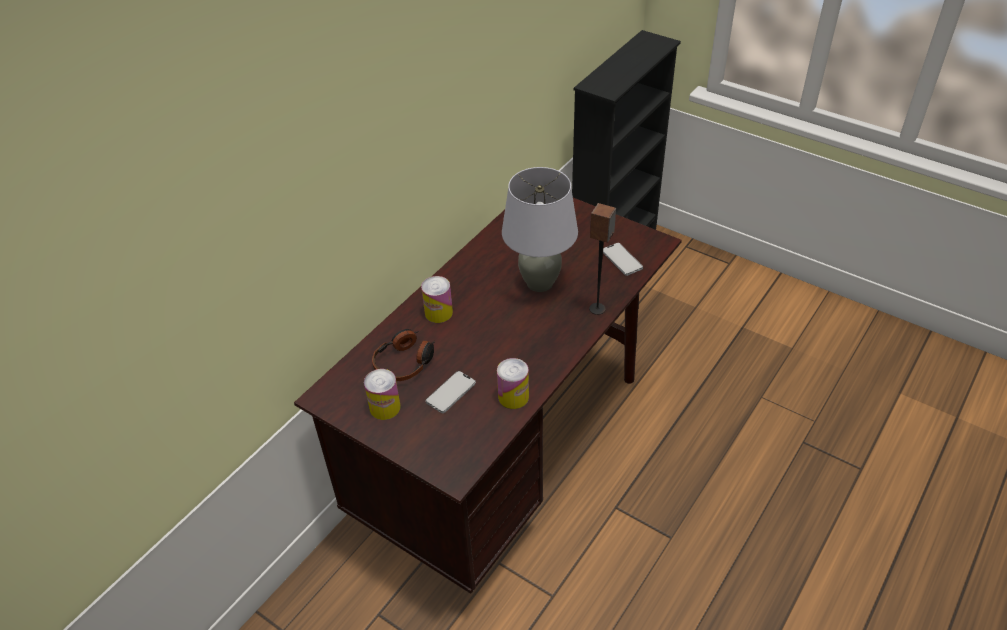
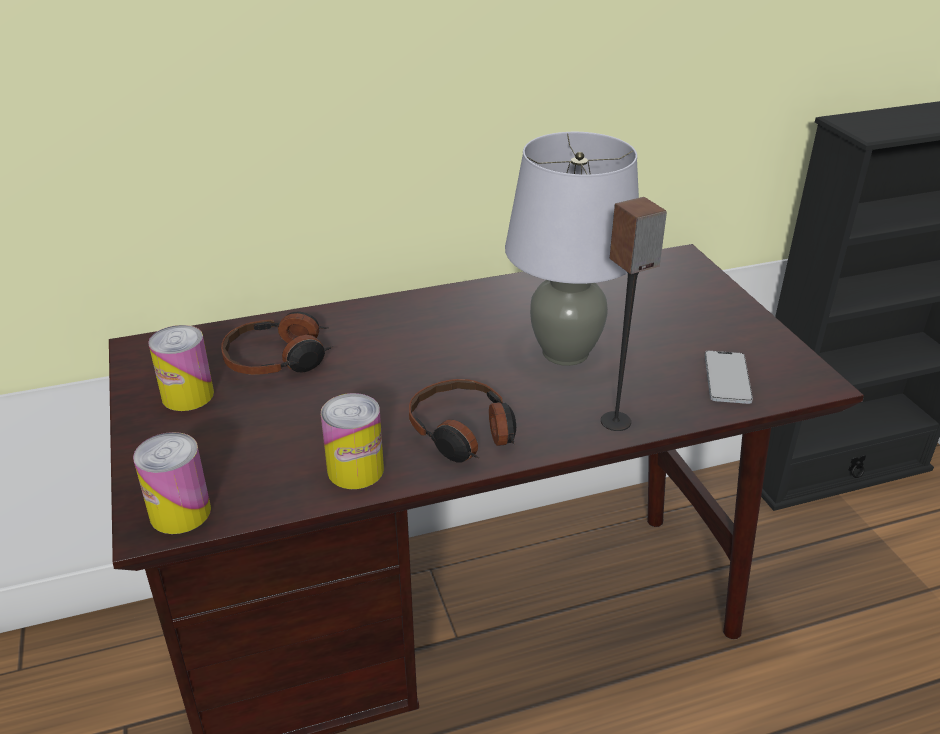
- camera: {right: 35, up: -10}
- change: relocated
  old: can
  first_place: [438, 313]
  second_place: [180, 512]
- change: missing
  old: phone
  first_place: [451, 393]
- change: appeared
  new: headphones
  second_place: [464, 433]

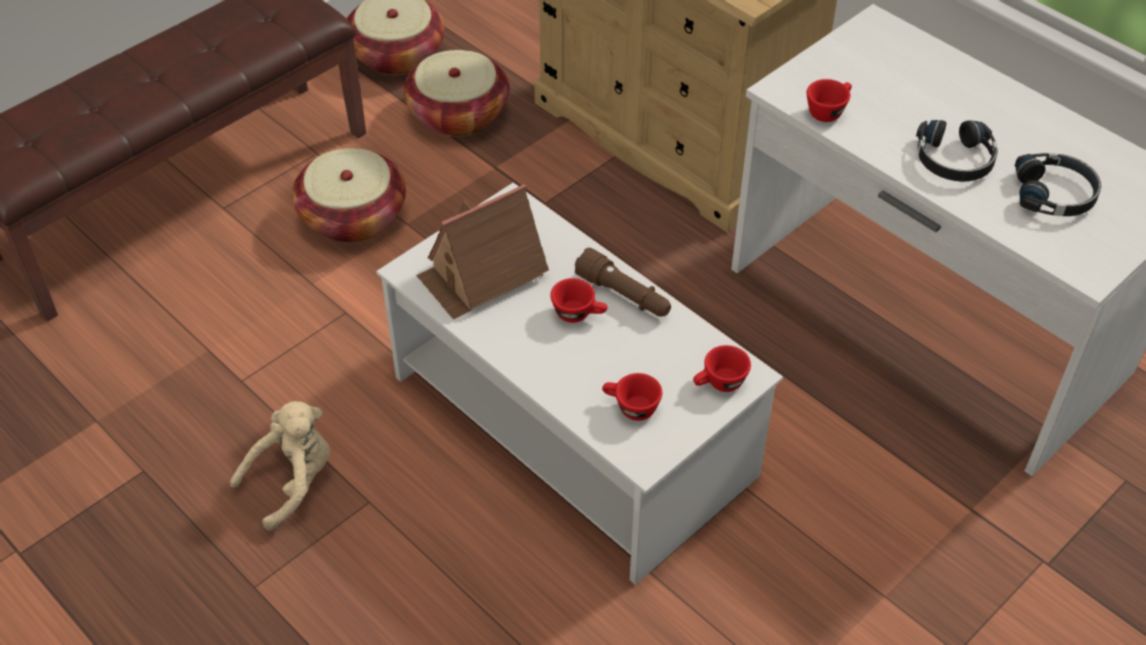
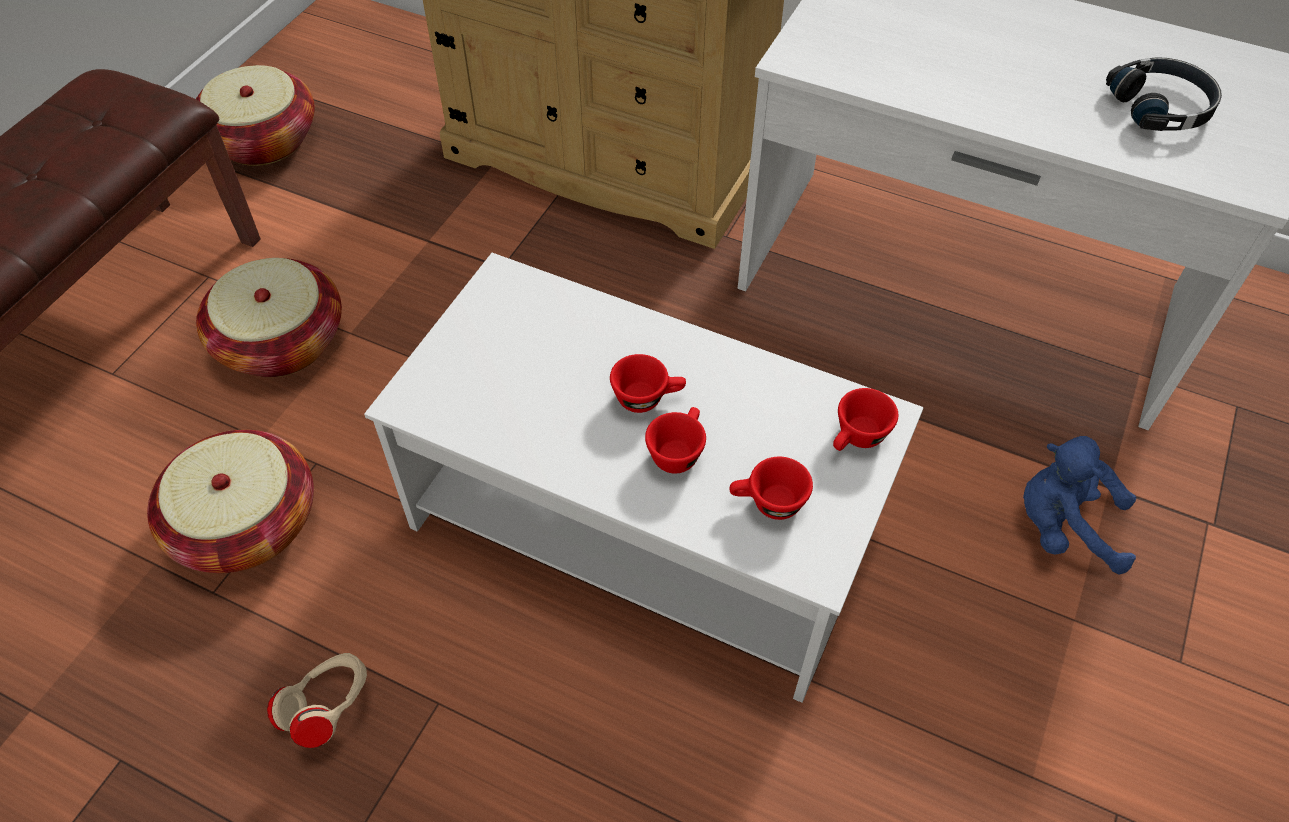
- camera: {right: -20, up: 5}
- change: relocated
  old: basket
  first_place: [458, 114]
  second_place: [246, 524]
- change: relocated
  old: red cup
  first_place: [828, 110]
  second_place: [677, 451]
- change: missing
  old: black headphones
  first_place: [954, 160]
- change: missing
  old: toy house
  first_place: [482, 274]
- change: missing
  old: brown flashlight
  first_place: [624, 295]
- change: exchanged
  old: beige plush toy
  new: beige headphones
  first_place: [293, 482]
  second_place: [330, 708]
- change: appeared
  new: blue plush toy
  second_place: [1064, 527]

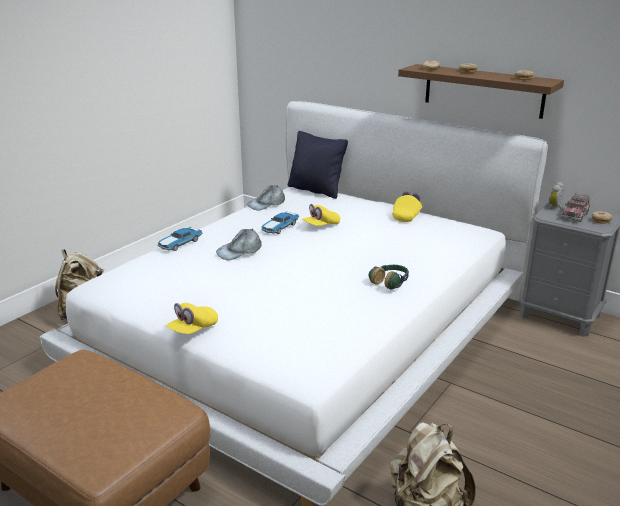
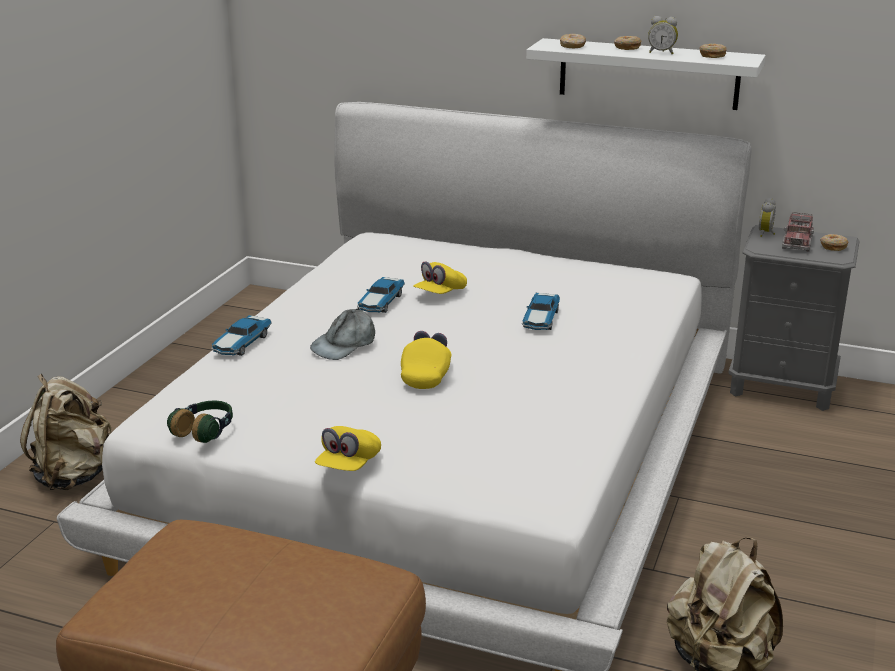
- camera: {right: -15, up: 0}
- change: colour
  old: brown shelf
  new: white shelf
  first_place: [483, 90]
  second_place: [648, 74]
- change: missing
  old: black pillow
  first_place: [316, 190]
- change: missing
  old: grey cap
  first_place: [267, 203]
- change: relocated
  old: yellow cap
  first_place: [407, 216]
  second_place: [426, 375]
- change: relocated
  old: headphones
  first_place: [390, 282]
  second_place: [205, 431]
- change: appeared
  new: alarm clock
  second_place: [662, 52]
- change: appeared
  new: toy car
  second_place: [540, 319]

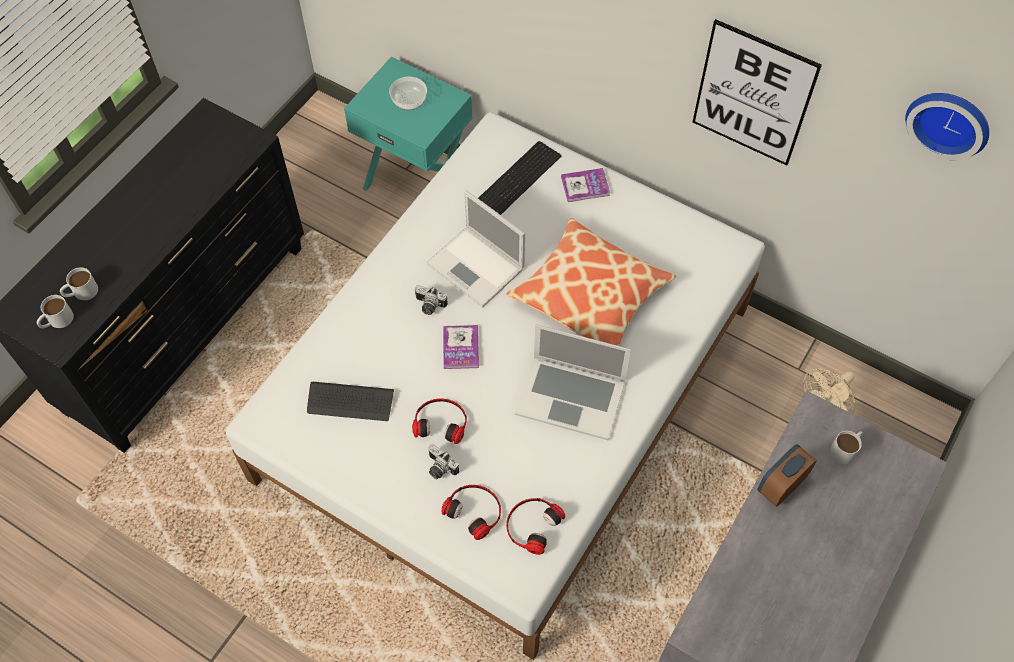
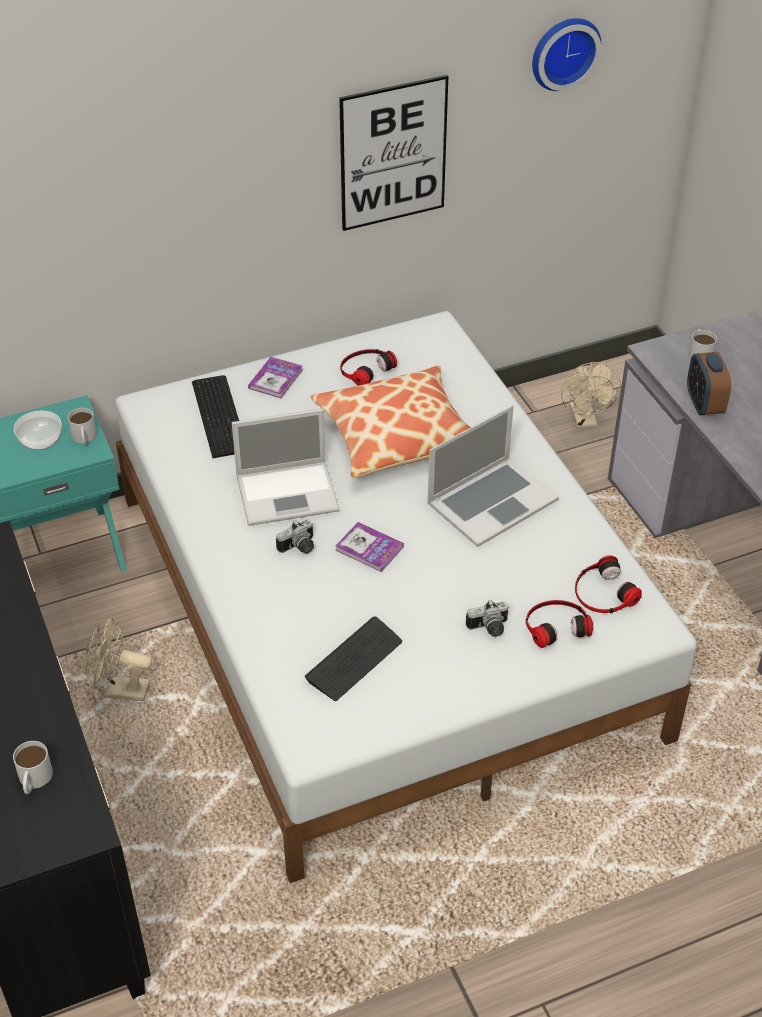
- camera: {right: -55, up: -15}
- change: relocated
  old: white mug
  first_place: [56, 321]
  second_place: [84, 438]
- change: relocated
  old: headphones
  first_place: [441, 422]
  second_place: [365, 369]
- change: appeared
  new: beige fan
  second_place: [119, 691]

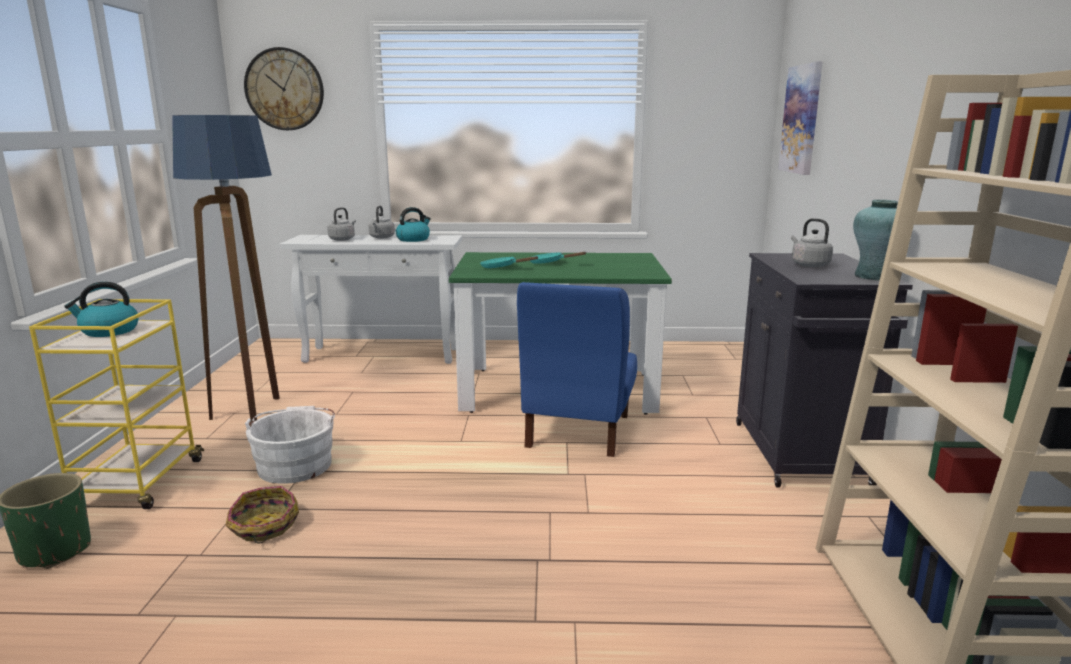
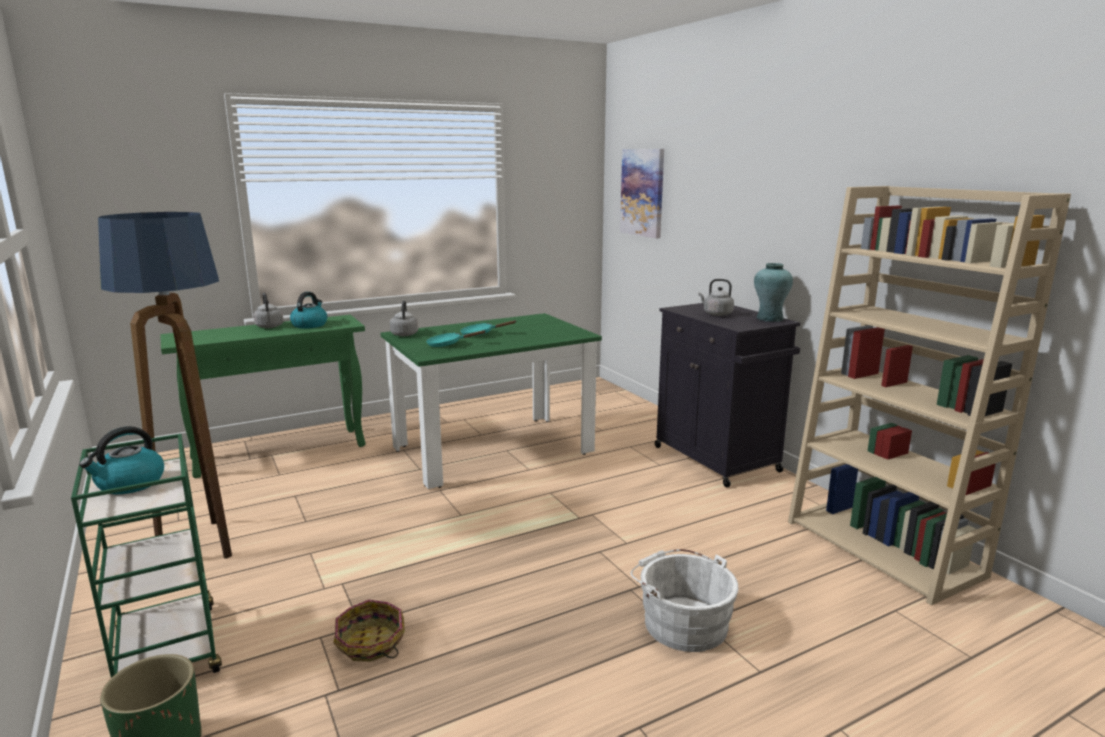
- camera: {right: -30, up: 0}
- change: missing
  old: wall clock
  first_place: [284, 89]
- change: relocated
  old: grey kettle
  first_place: [343, 239]
  second_place: [404, 334]
- change: colour
  old: white console table
  new: green console table
  first_place: [383, 355]
  second_place: [281, 452]
- change: missing
  old: blue chair
  first_place: [577, 431]
- change: colour
  old: yellow cart
  new: green cart
  first_place: [139, 484]
  second_place: [169, 653]
- change: relocated
  old: white bucket
  first_place: [296, 464]
  second_place: [681, 622]

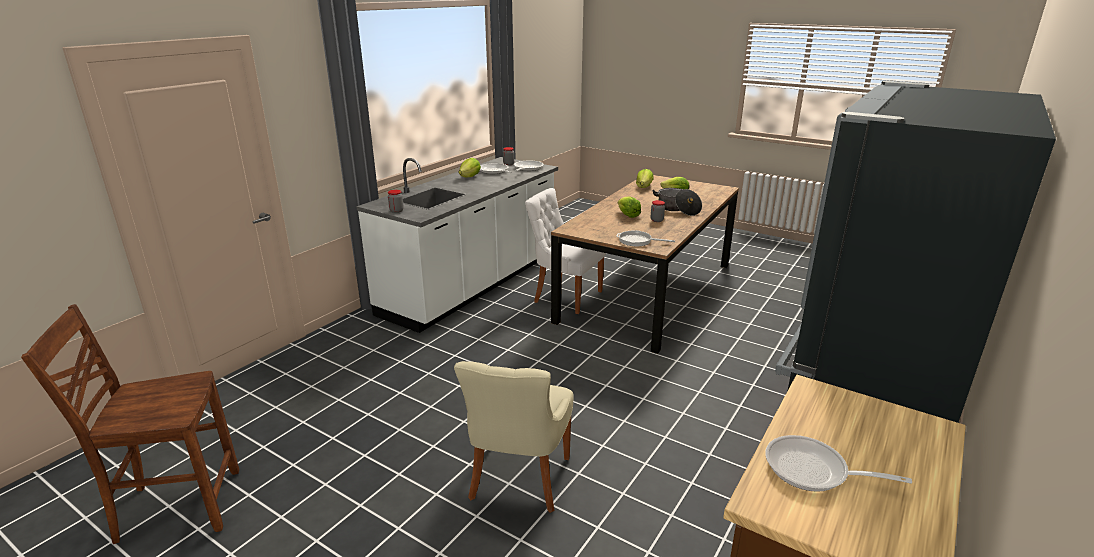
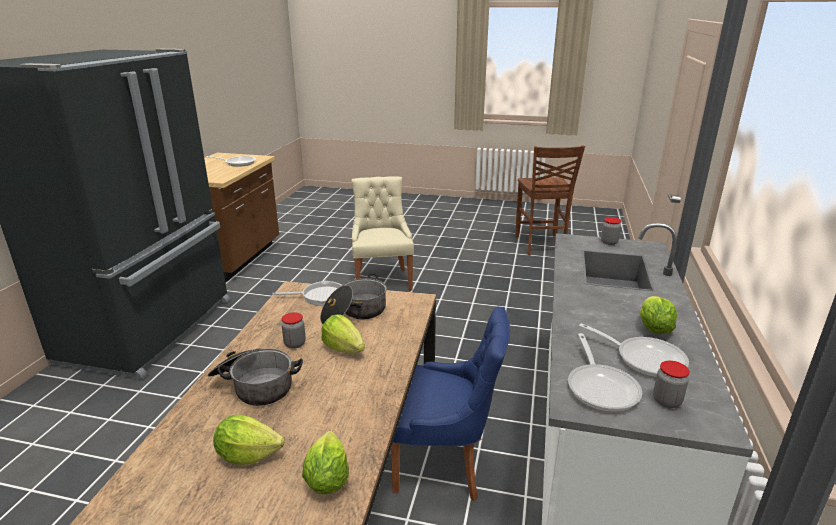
- camera: {right: 160, up: 0}
- change: colour
  old: white chair
  new: blue chair
  first_place: [565, 296]
  second_place: [444, 463]
- change: spun
  old: brown chair
  first_place: [177, 506]
  second_place: [540, 245]
  degrees: 120
- change: appeared
  new: cooking pot
  second_place: [354, 313]

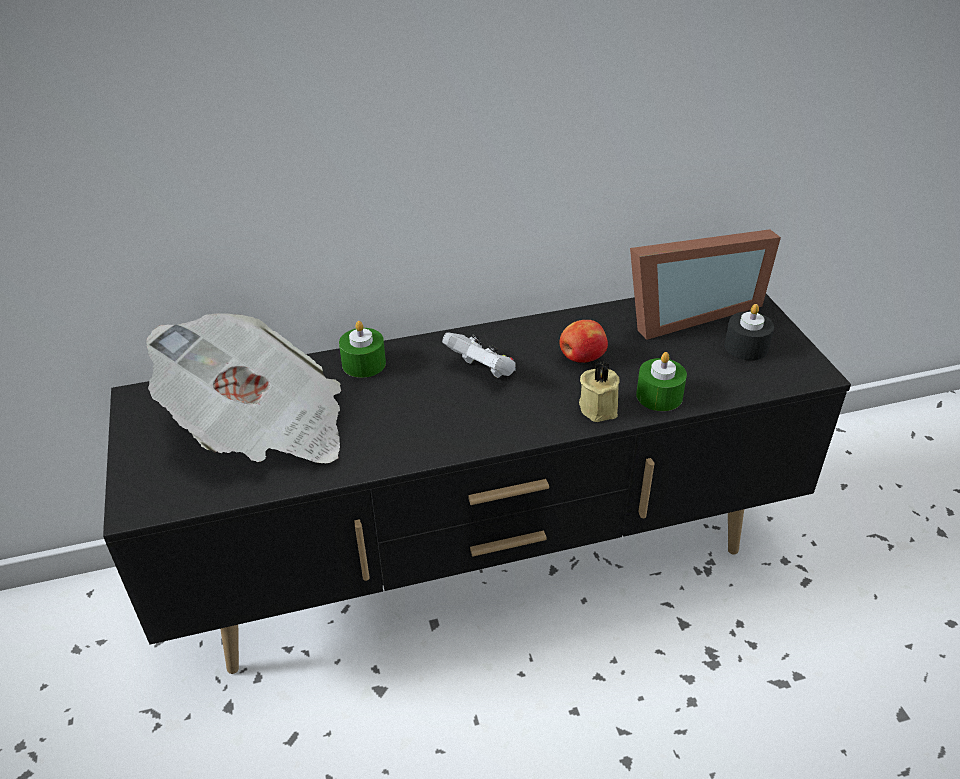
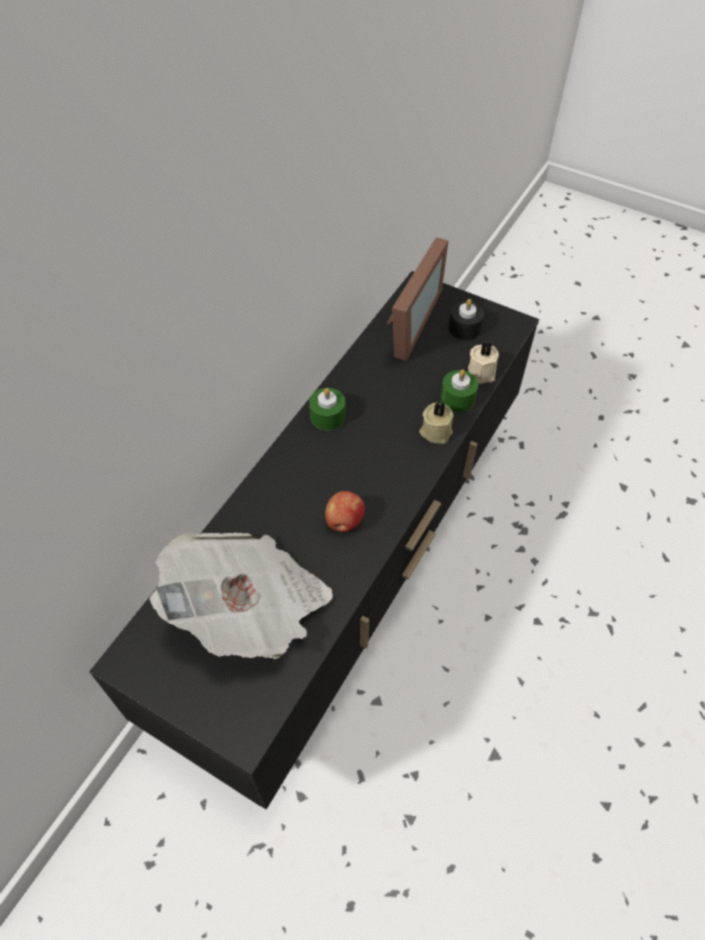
- camera: {right: -45, up: 15}
- change: relocated
  old: apple
  first_place: [581, 358]
  second_place: [344, 522]
- change: relocated
  old: green candle
  first_place: [364, 363]
  second_place: [327, 416]
- change: missing
  old: white game controller
  first_place: [482, 371]
- change: appeared
  new: beige candle
  second_place: [482, 372]

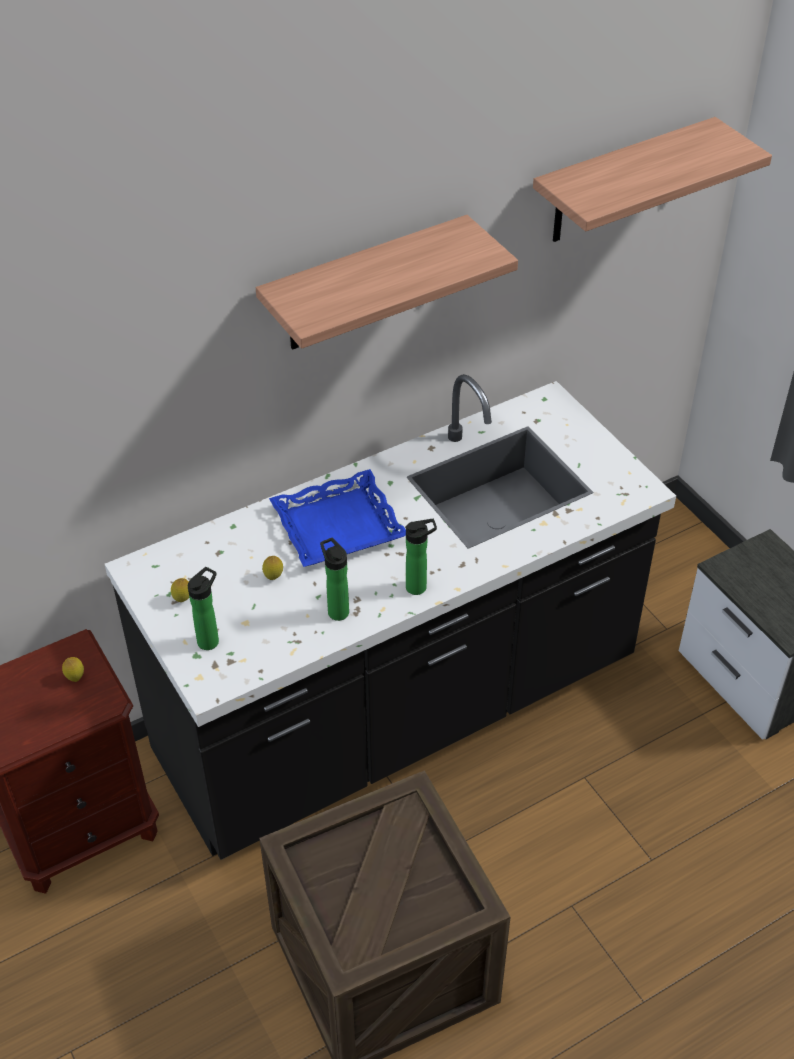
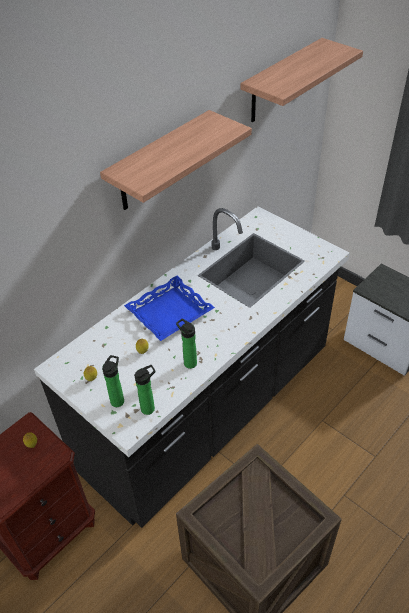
- camera: {right: -15, up: 0}
- change: relocated
  old: bottle
  first_place: [419, 586]
  second_place: [150, 408]

